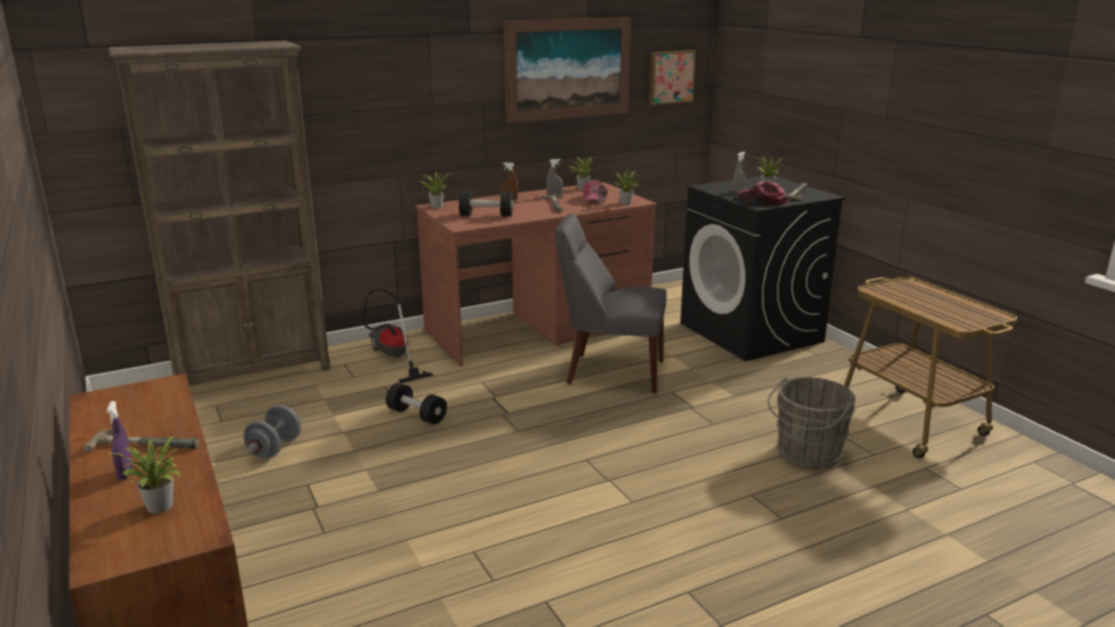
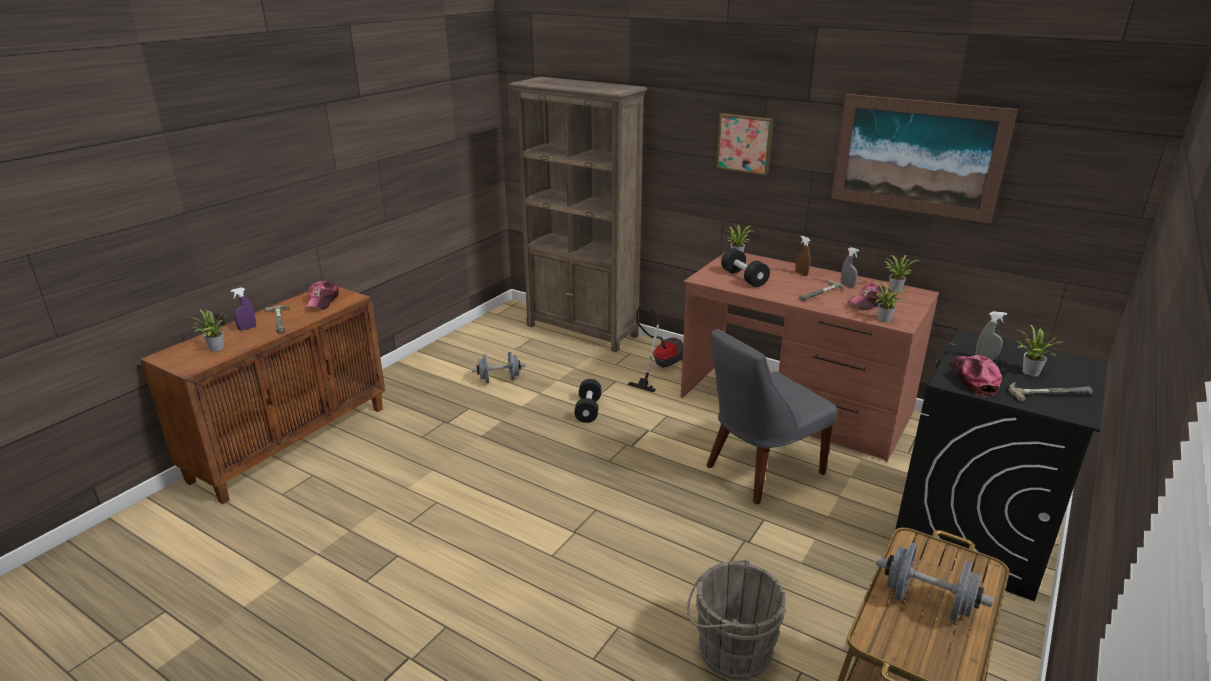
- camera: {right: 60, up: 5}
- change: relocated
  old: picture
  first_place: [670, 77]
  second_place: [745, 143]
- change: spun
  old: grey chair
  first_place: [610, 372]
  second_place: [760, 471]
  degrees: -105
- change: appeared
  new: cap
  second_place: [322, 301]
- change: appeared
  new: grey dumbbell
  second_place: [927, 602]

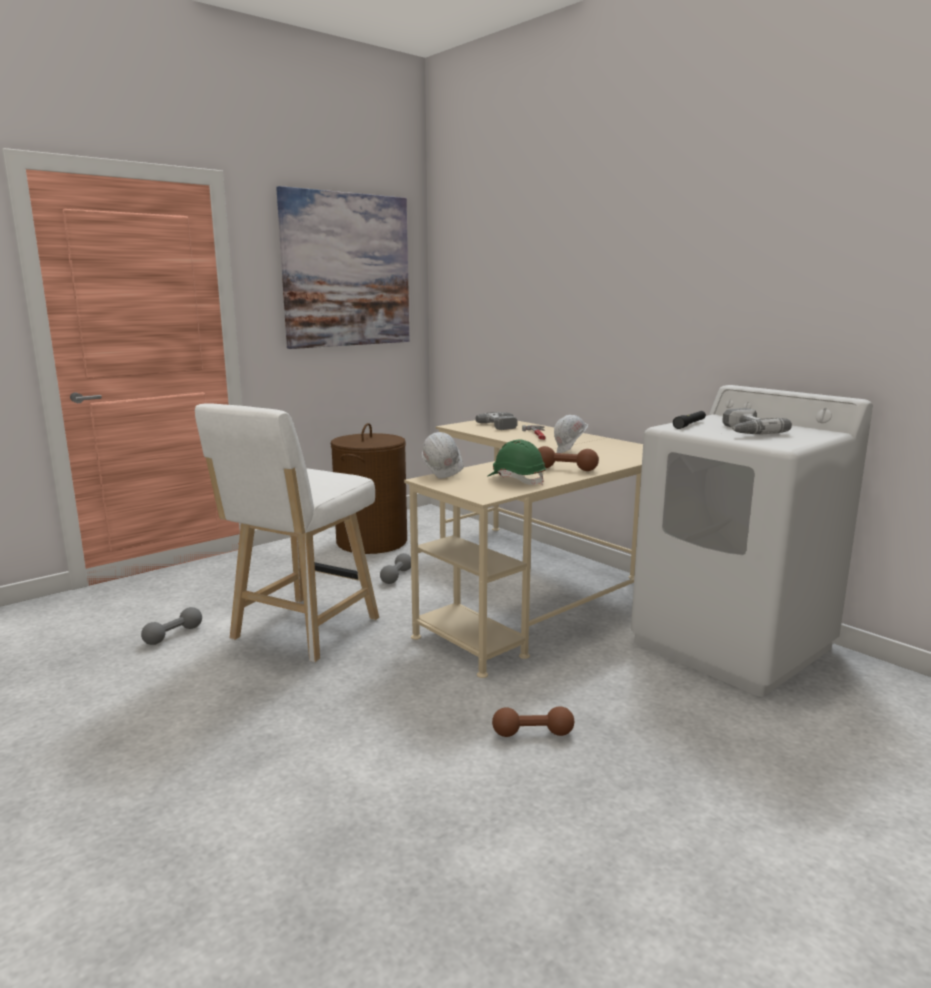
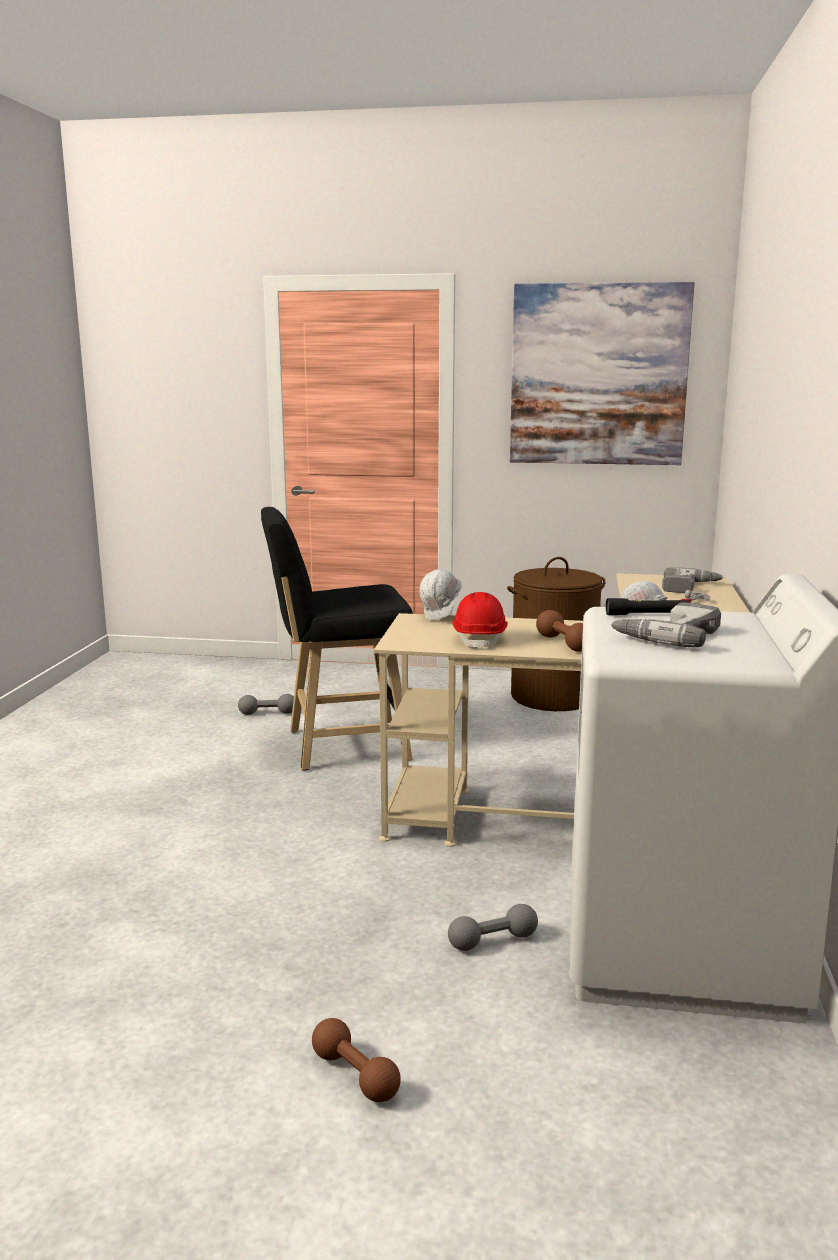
- camera: {right: 50, up: 0}
- change: colour
  old: white stool
  new: black stool
  first_place: [300, 632]
  second_place: [340, 746]
- change: colour
  old: green hard hat
  new: red hard hat
  first_place: [516, 480]
  second_place: [479, 639]
- change: relocated
  old: grey dumbbell
  first_place: [396, 576]
  second_place: [493, 941]
- change: relocated
  old: brown dumbbell
  first_place: [532, 733]
  second_place: [355, 1075]

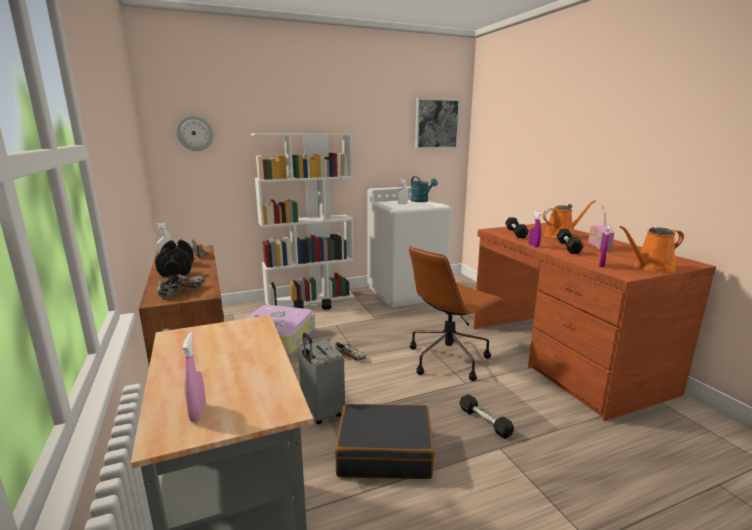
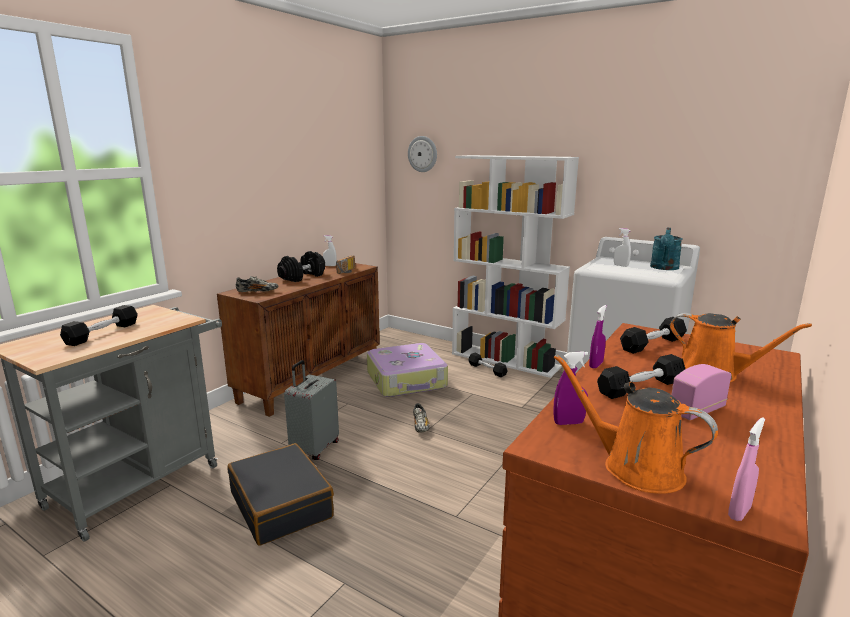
- camera: {right: 55, up: 0}
- change: missing
  old: picture
  first_place: [436, 123]
- change: missing
  old: brown office chair
  first_place: [448, 358]
- change: relocated
  old: pink spray bottle
  first_place: [198, 413]
  second_place: [739, 512]
- change: relocated
  old: black dumbbell
  first_place: [484, 422]
  second_place: [102, 333]

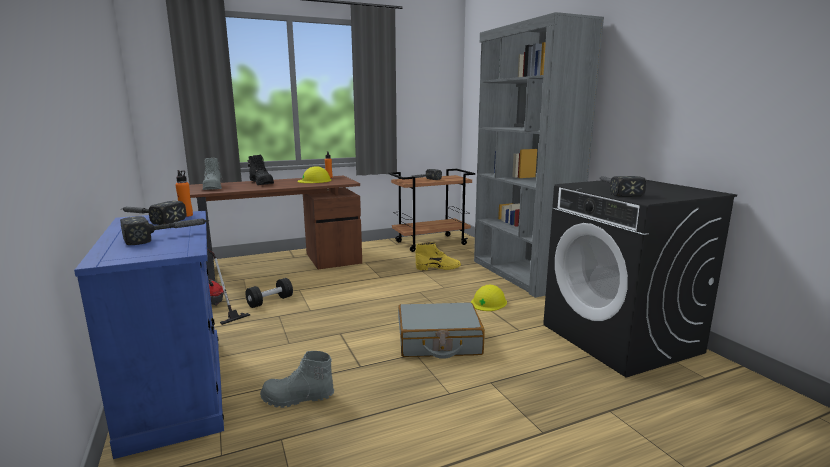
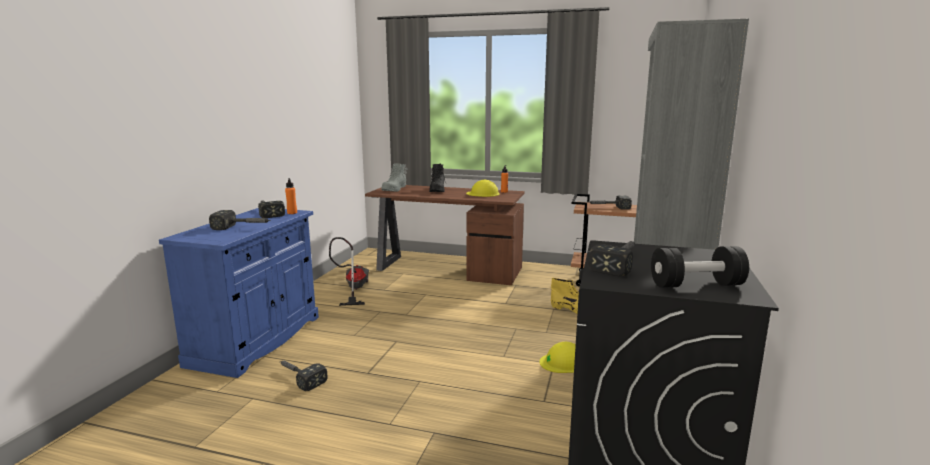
- camera: {right: 40, up: 0}
- change: relocated
  old: black dumbbell
  first_place: [270, 301]
  second_place: [696, 285]
- change: missing
  old: grey suitcase
  first_place: [438, 342]
- change: exchanged
  old: grey boot
  new: hammer
  first_place: [297, 398]
  second_place: [298, 377]

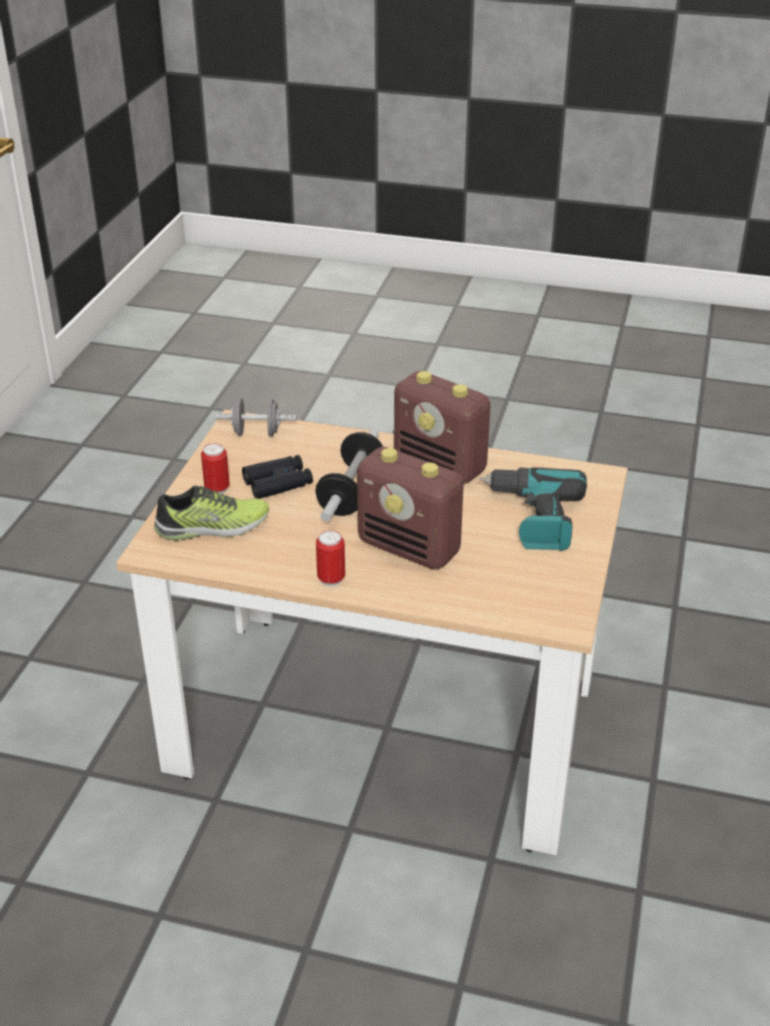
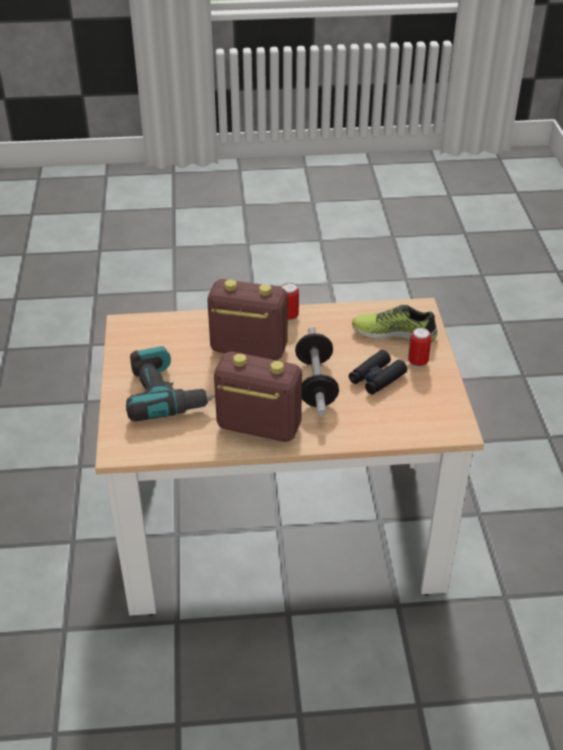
- camera: {right: 160, up: 5}
- change: missing
  old: grey dumbbell
  first_place: [256, 433]
- change: spun
  old: shoe
  first_place: [213, 527]
  second_place: [394, 333]
  degrees: 45

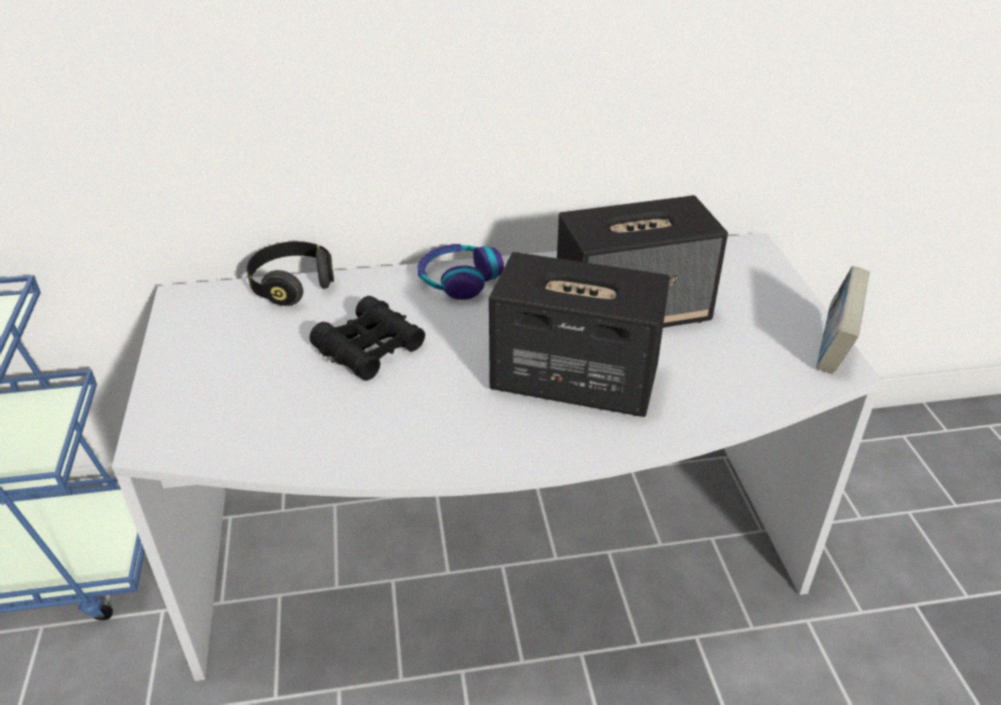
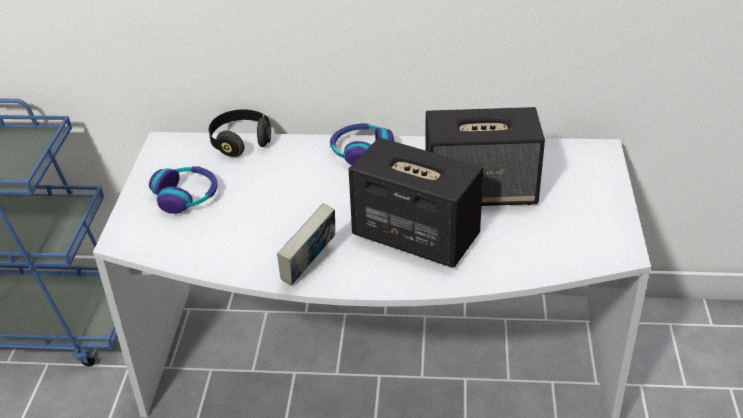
- camera: {right: 15, up: 0}
- change: relocated
  old: book
  first_place: [833, 350]
  second_place: [309, 267]
- change: missing
  old: black binoculars
  first_place: [369, 349]
- change: appeared
  new: headphones
  second_place: [186, 196]

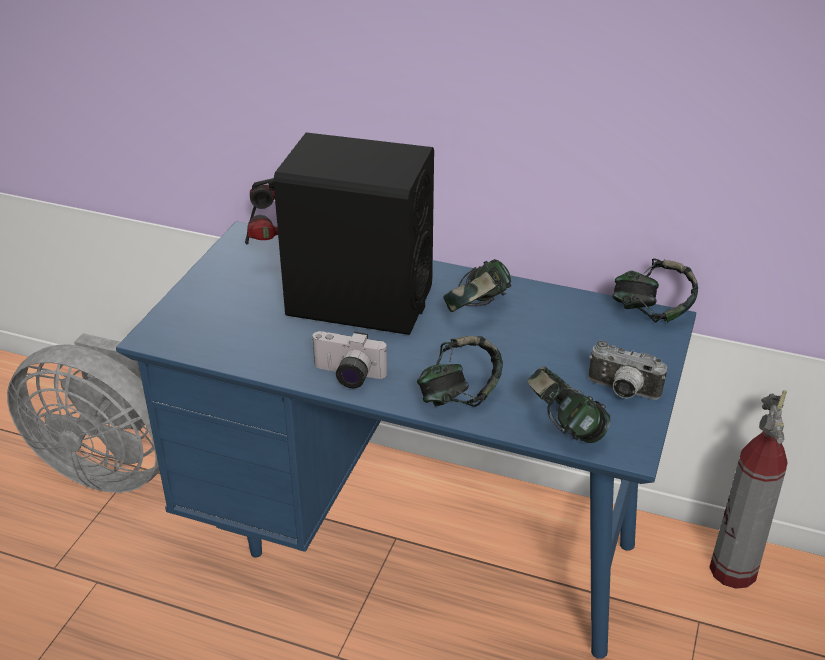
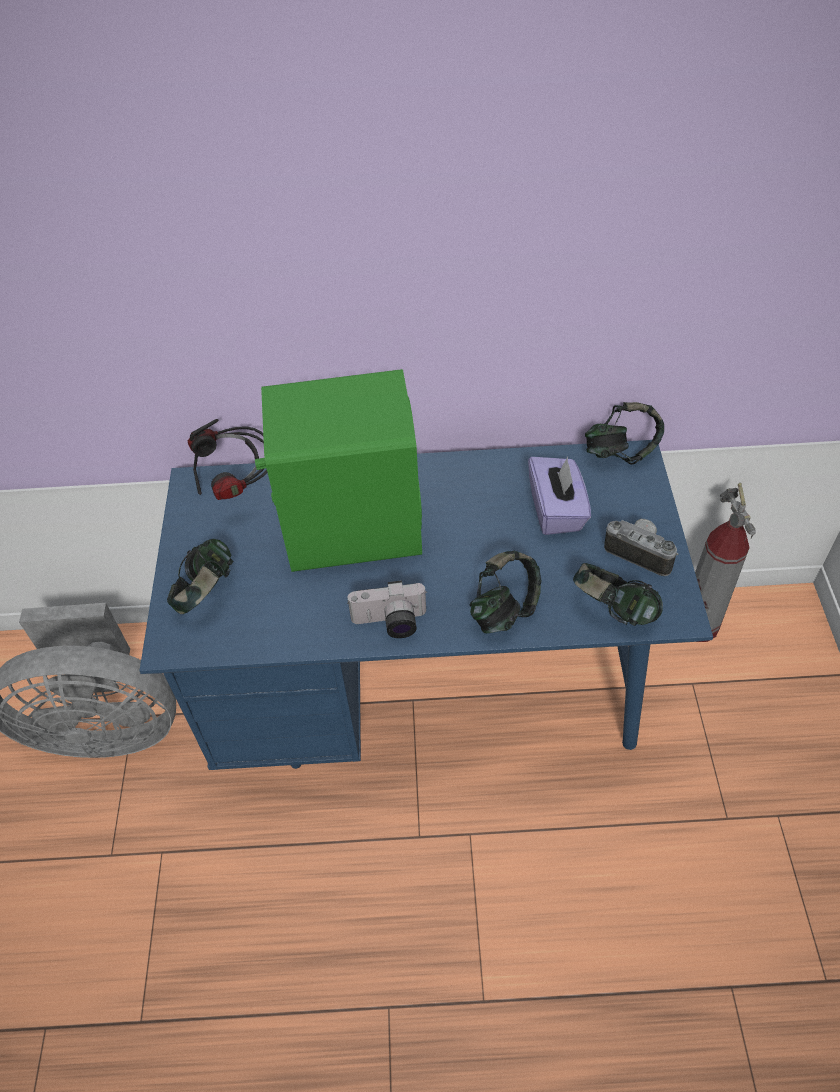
- camera: {right: -20, up: 15}
- change: colour
  old: black speaker
  new: green speaker
  first_place: [359, 301]
  second_place: [352, 529]
- change: relocated
  old: headphones
  first_place: [477, 310]
  second_place: [206, 593]
- change: spun
  old: photo camera
  first_place: [622, 392]
  second_place: [640, 552]
  degrees: -150
- change: appeared
  new: purple tissue box
  second_place: [556, 510]

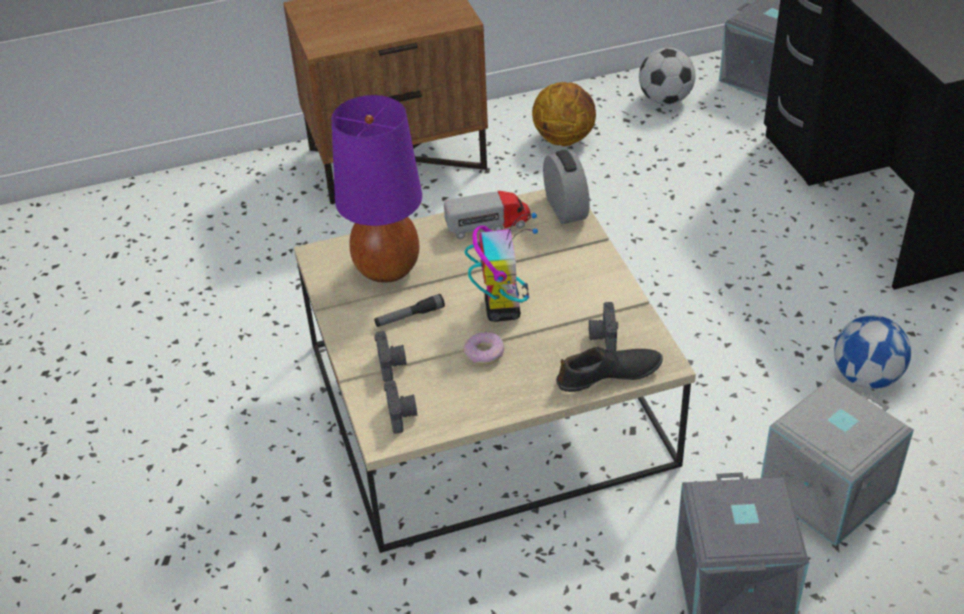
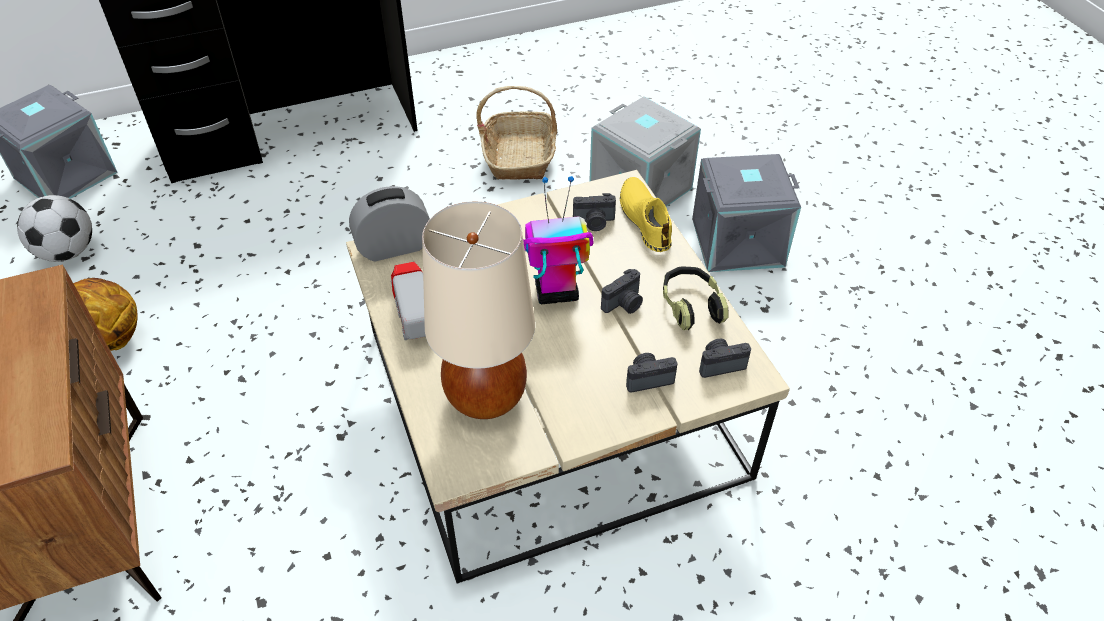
- camera: {right: -95, up: 5}
- change: colour
  old: purple table lamp
  new: beige table lamp
  first_place: [386, 268]
  second_place: [485, 397]
- change: missing
  old: flashlight
  first_place: [409, 316]
- change: exchanged
  old: football
  new: basket
  first_place: [866, 377]
  second_place: [519, 156]
- change: exchanged
  old: donut
  new: photo camera
  first_place: [484, 353]
  second_place: [624, 304]
- change: colour
  old: black shoe
  new: yellow shoe
  first_place: [609, 375]
  second_place: [645, 219]
- change: appeared
  new: headphones
  second_place: [691, 305]

